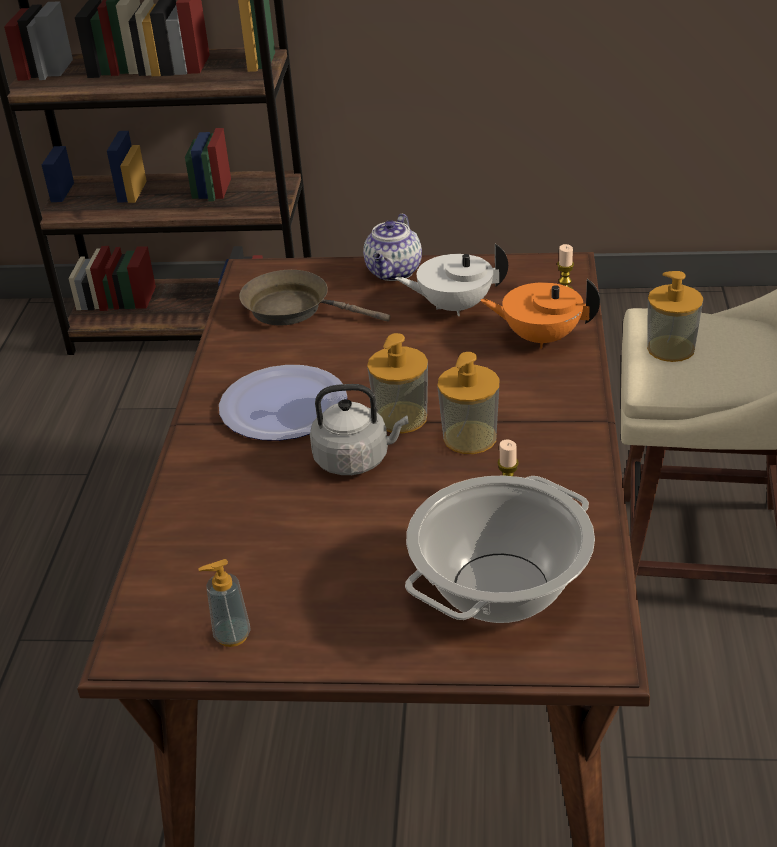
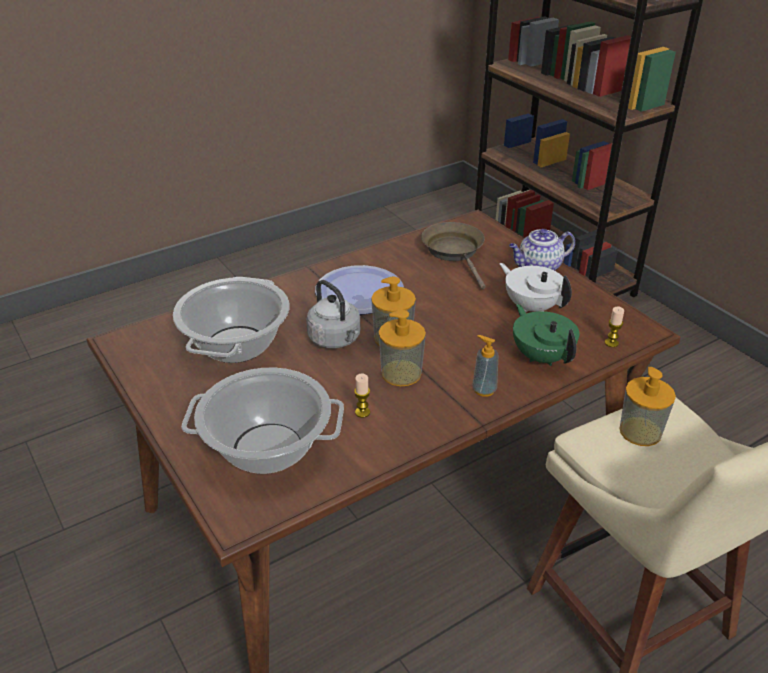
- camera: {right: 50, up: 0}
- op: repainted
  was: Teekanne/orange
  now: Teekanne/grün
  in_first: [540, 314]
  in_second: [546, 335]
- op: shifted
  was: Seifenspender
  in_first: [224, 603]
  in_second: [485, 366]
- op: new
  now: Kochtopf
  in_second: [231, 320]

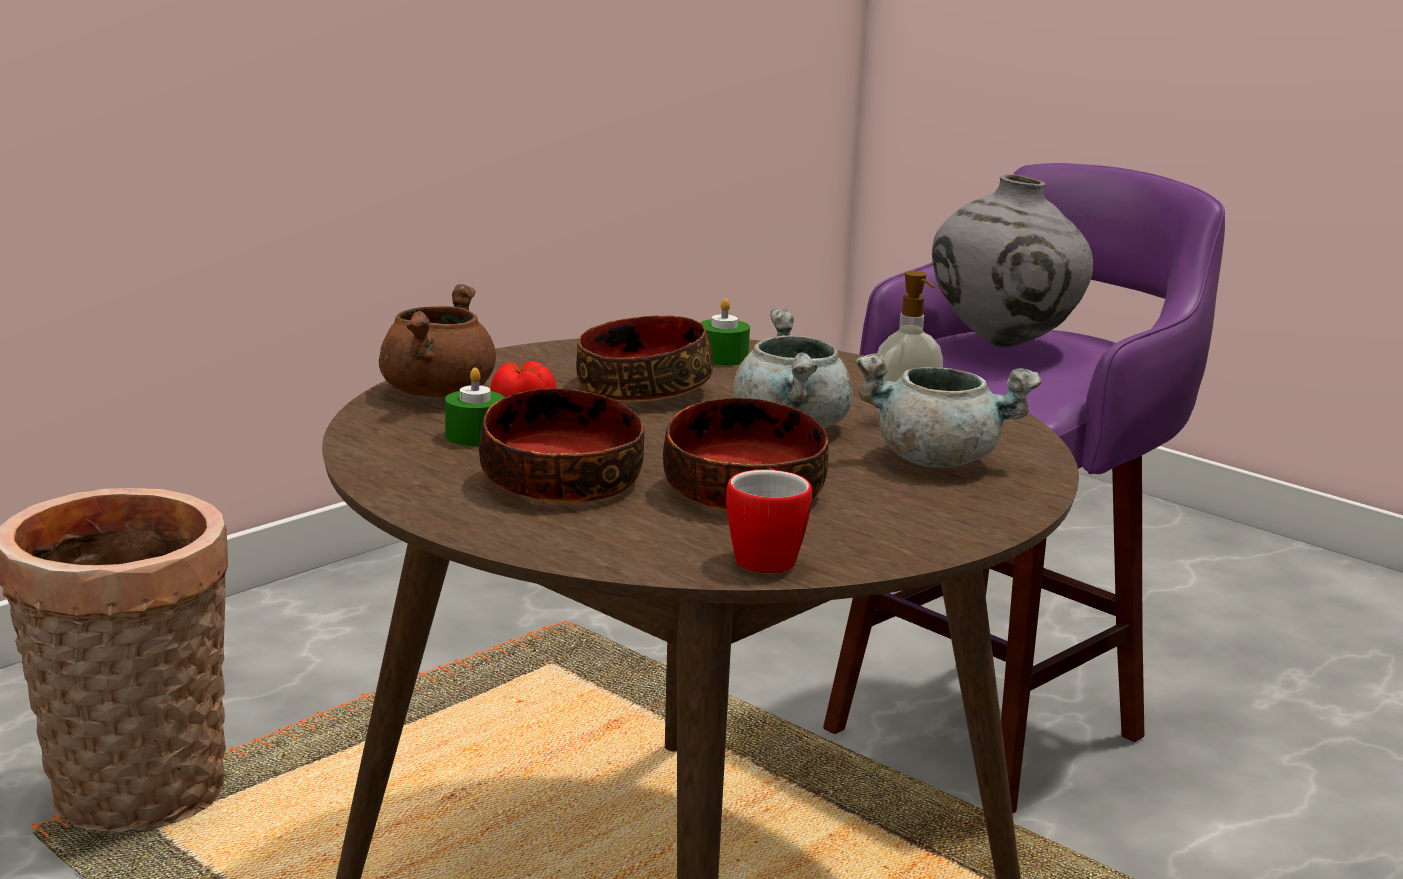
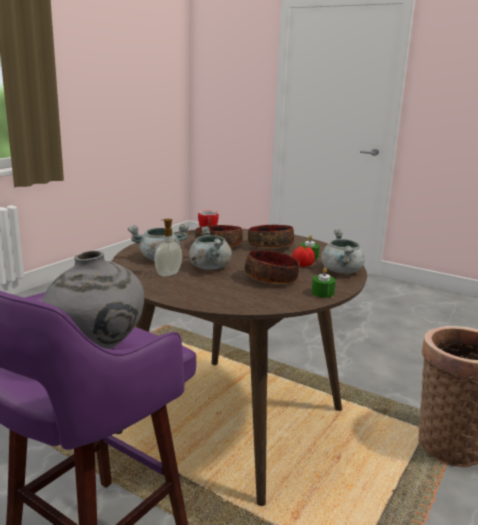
- camera: {right: 170, up: 0}
- op: repainted
  was: Kochtopf/braun
  now: Kochtopf/grau
  in_first: [437, 340]
  in_second: [343, 251]
- op: shifted
  was: Kerze/grün
  in_first: [725, 332]
  in_second: [323, 282]

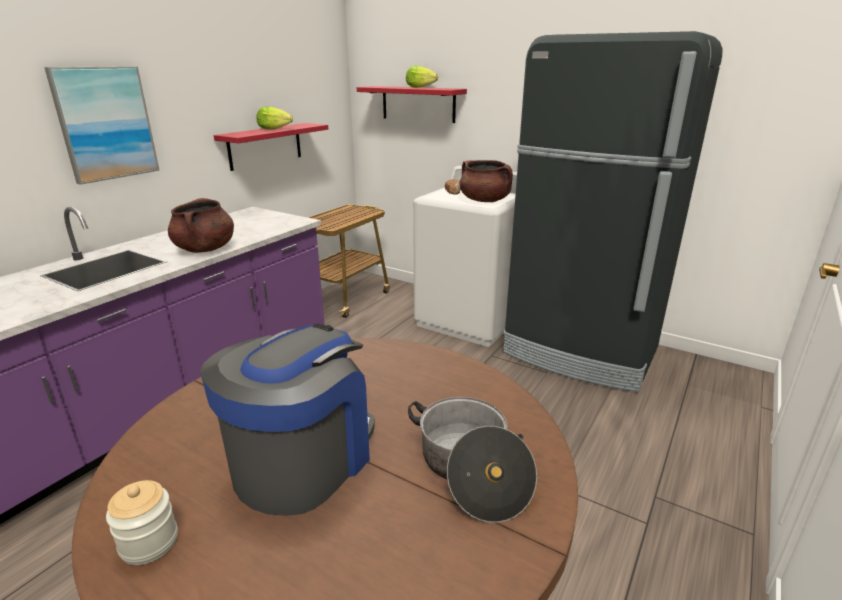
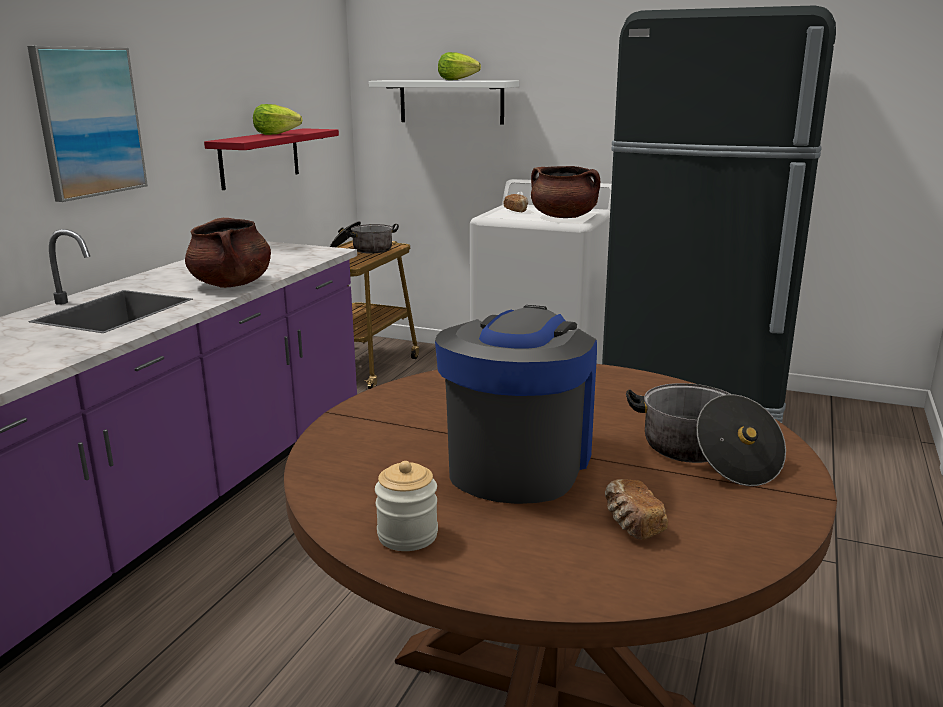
- camera: {right: -10, up: -5}
- op: repainted
  was: Wandregal/rot
  now: Wandregal/weiß
  in_first: [412, 104]
  in_second: [444, 102]
- op: new
  now: Kochtopf
  in_second: [364, 237]
- op: new
  now: Brot
  in_second: [636, 509]

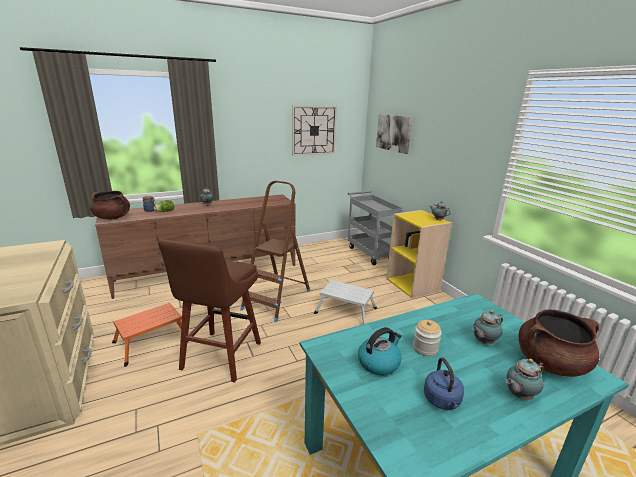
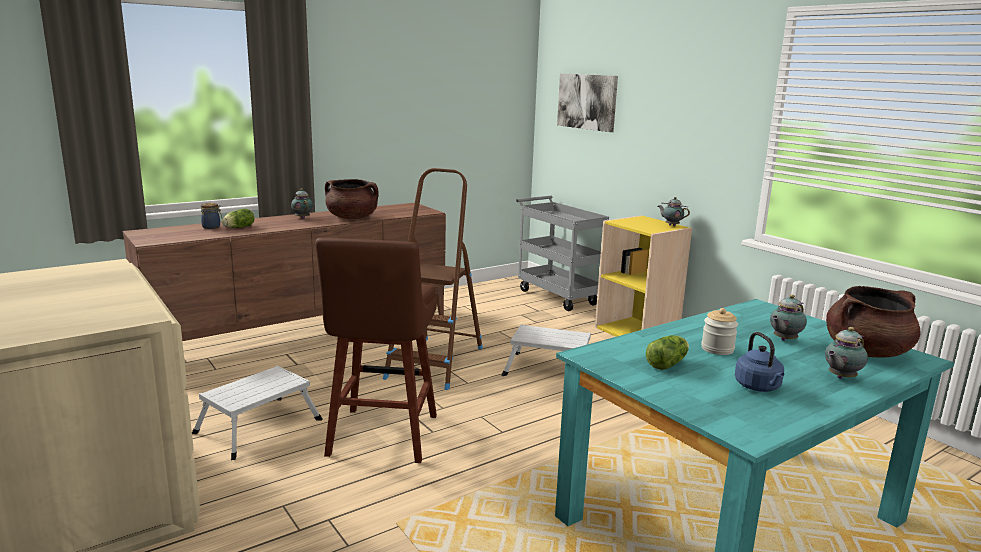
- camera: {right: -10, up: -5}
- op: gone
  was: Wanduhr
  in_first: [314, 130]
- op: shifted
  was: Kochtopf/braun
  in_first: [110, 205]
  in_second: [352, 199]
- op: repainted
  was: Trittleiter/orange
  now: Trittleiter/weiß
  in_first: [150, 334]
  in_second: [257, 413]
- op: swapped
  was: Wasserkessel
  now: Salatkopf
  in_first: [380, 351]
  in_second: [667, 352]

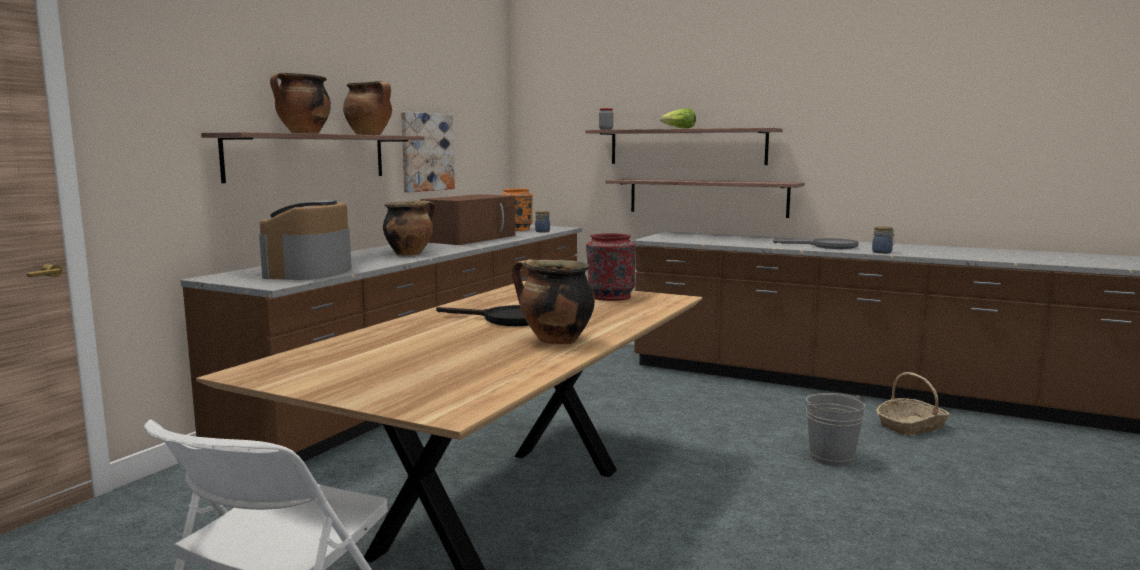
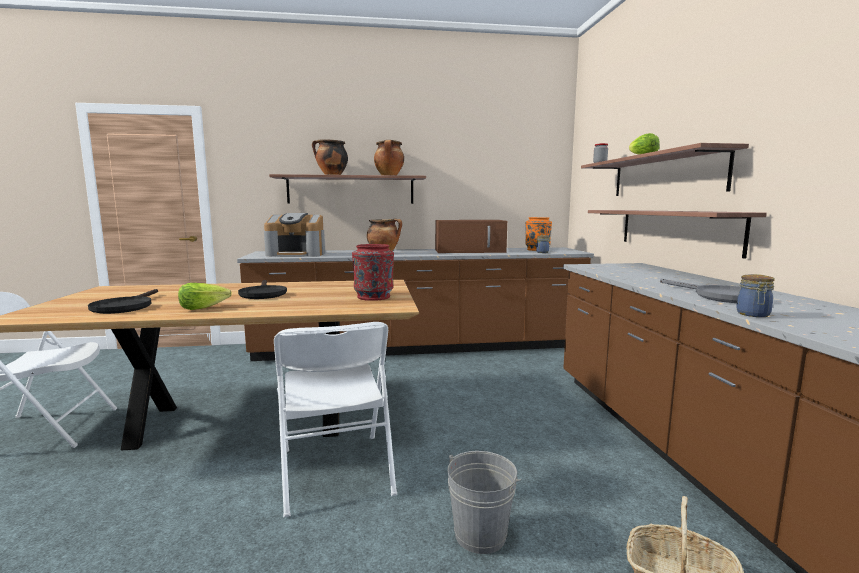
- camera: {right: 55, up: 0}
- op: gone
  was: Bild
  in_first: [428, 152]
- op: rotated
  was: Kaffeemaschine
  in_first: [305, 240]
  in_second: [294, 235]
  clockwise: -150
- op: swapped
  was: Kochtopf
  now: Salatkopf
  in_first: [553, 301]
  in_second: [205, 296]
- op: new
  now: Pfanne/schwarz
  in_second: [123, 301]
- op: new
  now: Stuhl/weiß
  in_second: [335, 419]

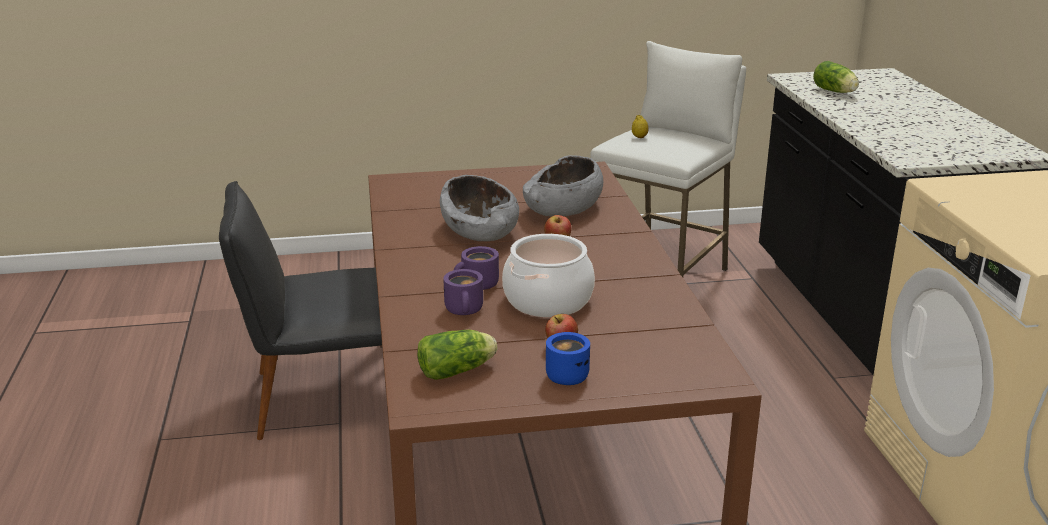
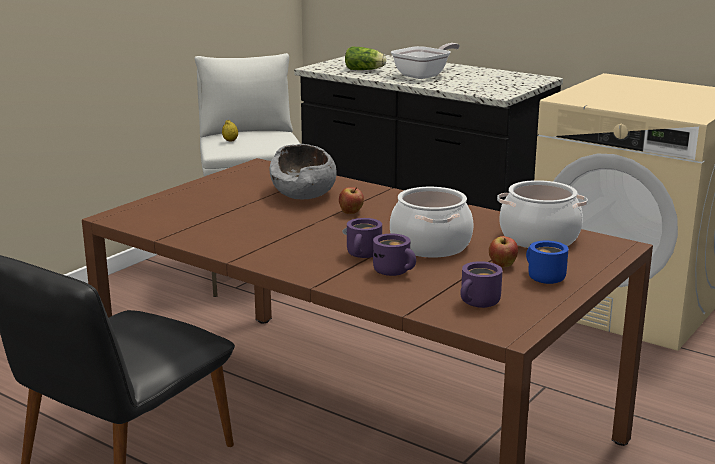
- camera: {right: -45, up: -5}
- op: gone
  was: Schüssel/grau
  in_first: [479, 208]
- op: swapped
  was: Salatkopf
  now: Henkelbecher/lila
  in_first: [457, 355]
  in_second: [481, 284]
- op: new
  now: Pfanne
  in_second: [425, 61]
- op: new
  now: Kochtopf
  in_second: [542, 214]

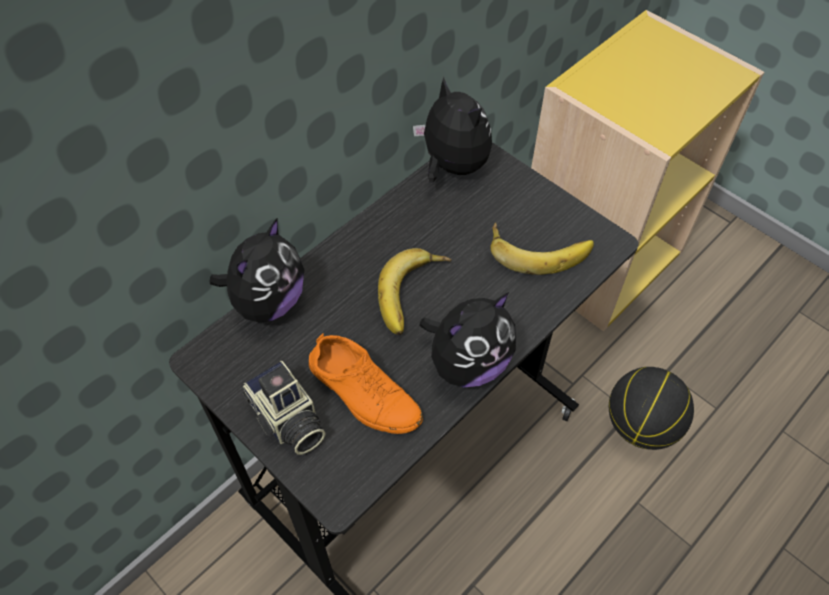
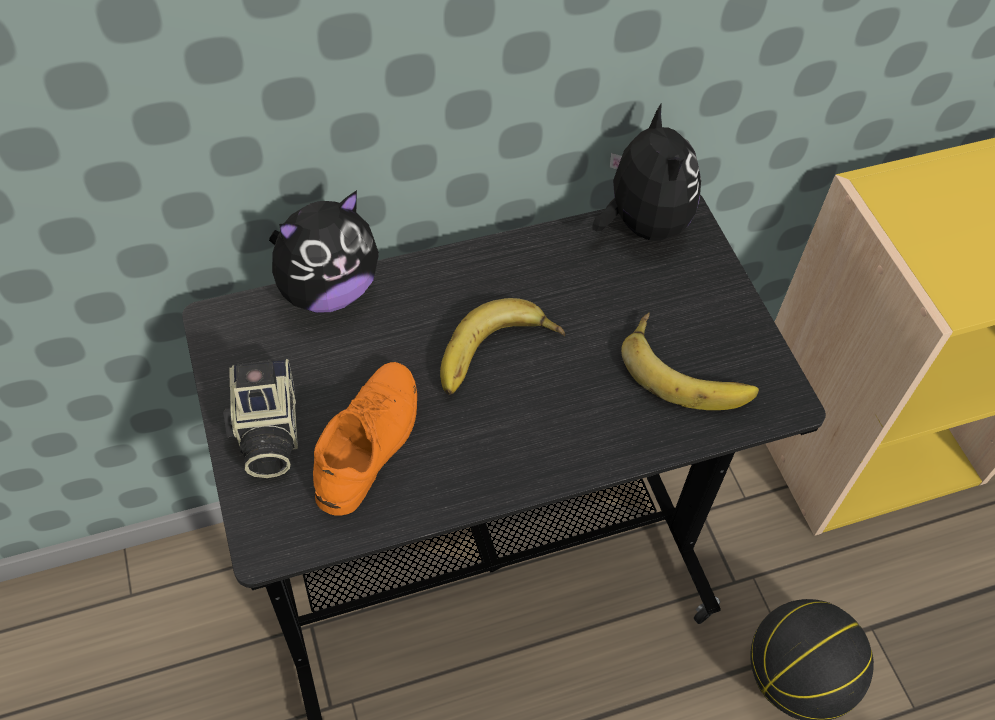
- camera: {right: 25, up: 0}
- op: gone
  was: Plüschtier
  in_first: [467, 339]
- op: rotated
  was: Schuh/orange
  in_first: [366, 383]
  in_second: [365, 439]
  clockwise: -135

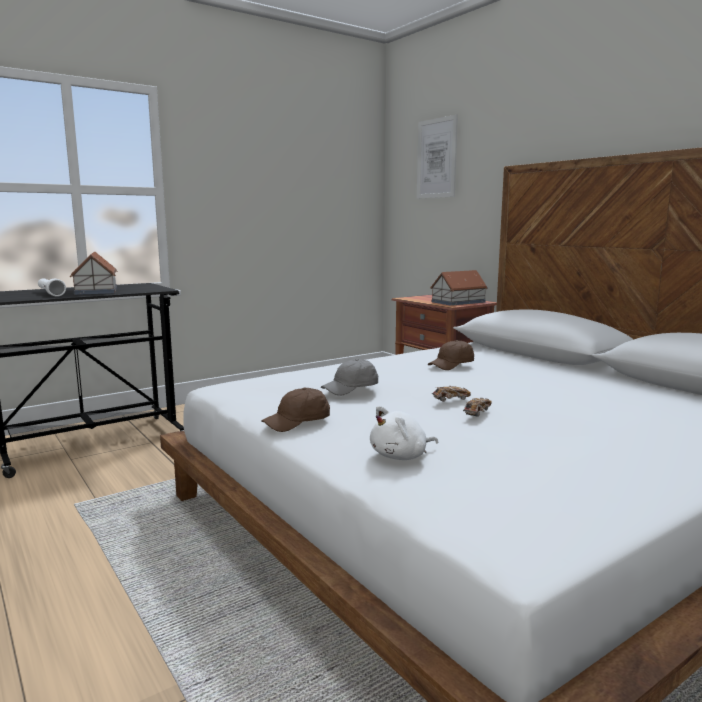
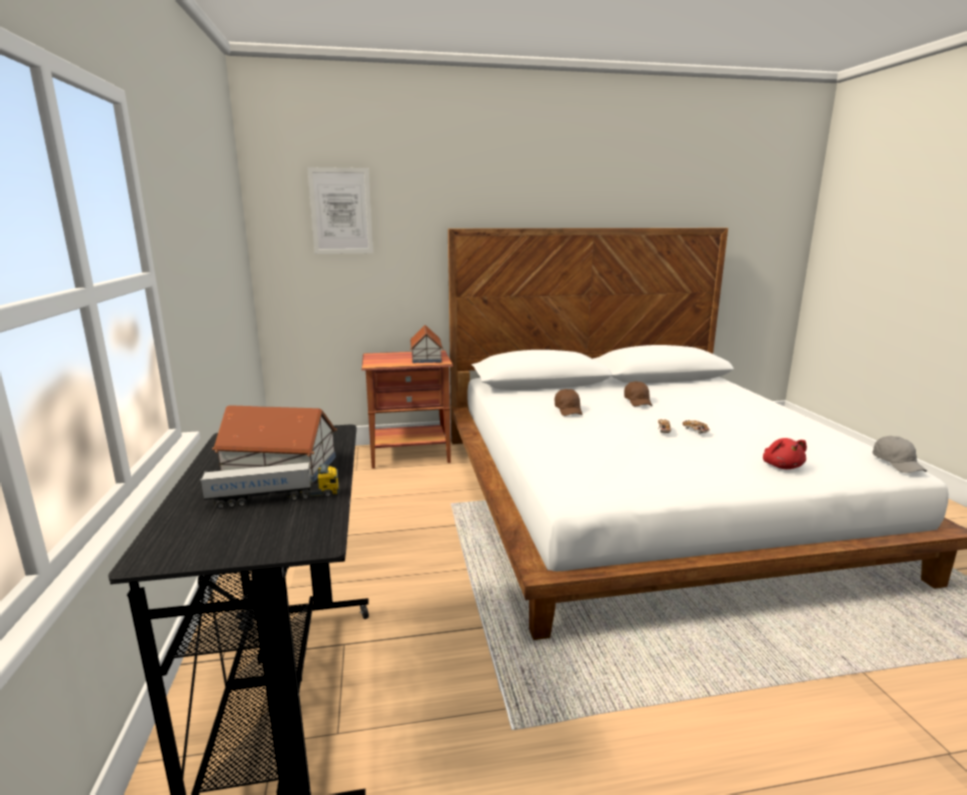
- camera: {right: -65, up: 5}
- op: swapped
  was: Taschenlampe/weiß
  now: Spielzeuglaster
  in_first: [52, 287]
  in_second: [270, 485]
- op: shifted
  was: Kappe/grau
  in_first: [349, 377]
  in_second: [899, 454]
- op: shifted
  was: Kappe/braun
  in_first: [295, 410]
  in_second: [638, 394]
- op: repainted
  was: Plüschtier/weiß
  now: Plüschtier/rot
  in_first: [404, 433]
  in_second: [785, 453]

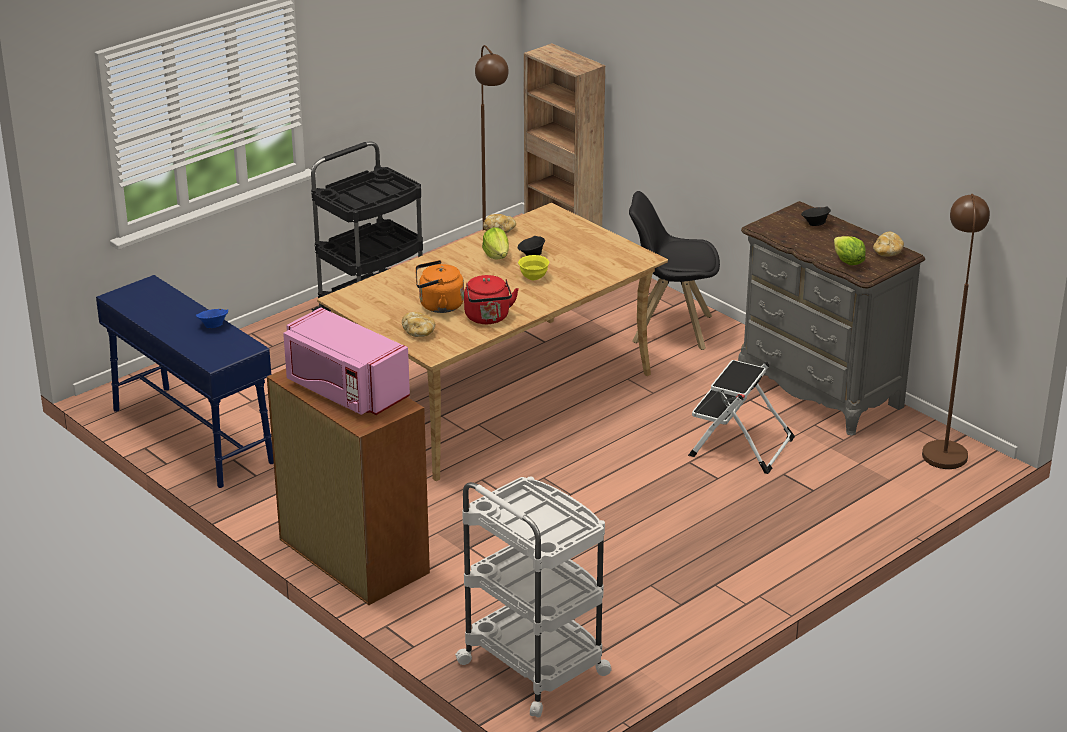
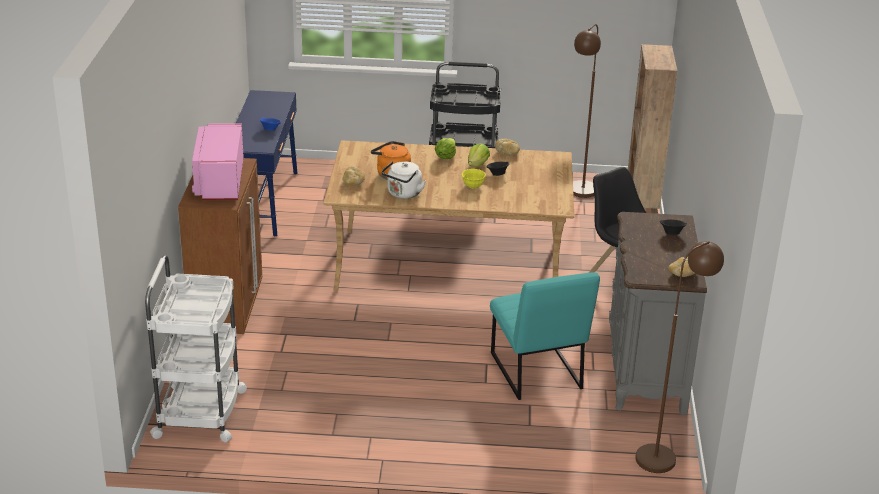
- camera: {right: 45, up: 0}
- op: shifted
  was: Salatkopf
  in_first: [850, 250]
  in_second: [445, 148]
- op: repainted
  was: Wasserkessel/rot
  now: Wasserkessel/weiß
  in_first: [491, 299]
  in_second: [403, 180]
- op: swapped
  was: Trittleiter
  now: Stuhl/türkis
  in_first: [741, 417]
  in_second: [545, 336]

